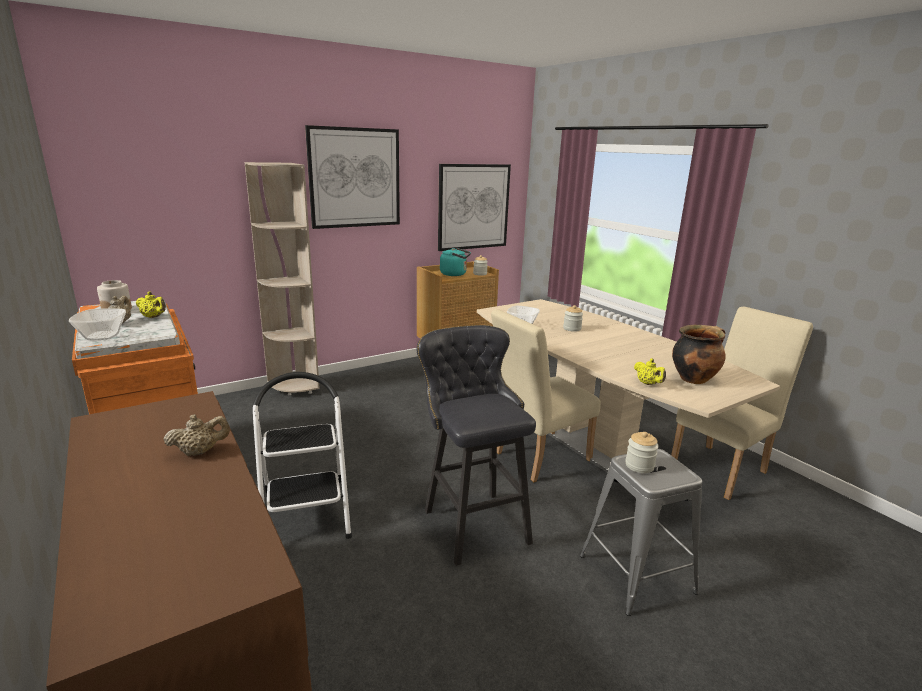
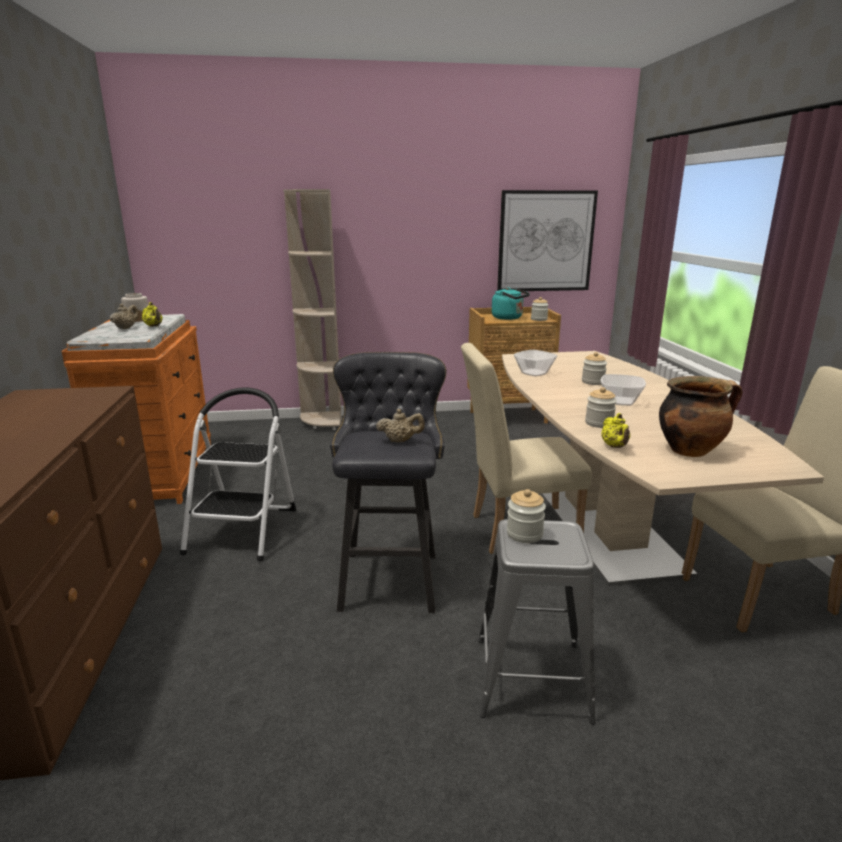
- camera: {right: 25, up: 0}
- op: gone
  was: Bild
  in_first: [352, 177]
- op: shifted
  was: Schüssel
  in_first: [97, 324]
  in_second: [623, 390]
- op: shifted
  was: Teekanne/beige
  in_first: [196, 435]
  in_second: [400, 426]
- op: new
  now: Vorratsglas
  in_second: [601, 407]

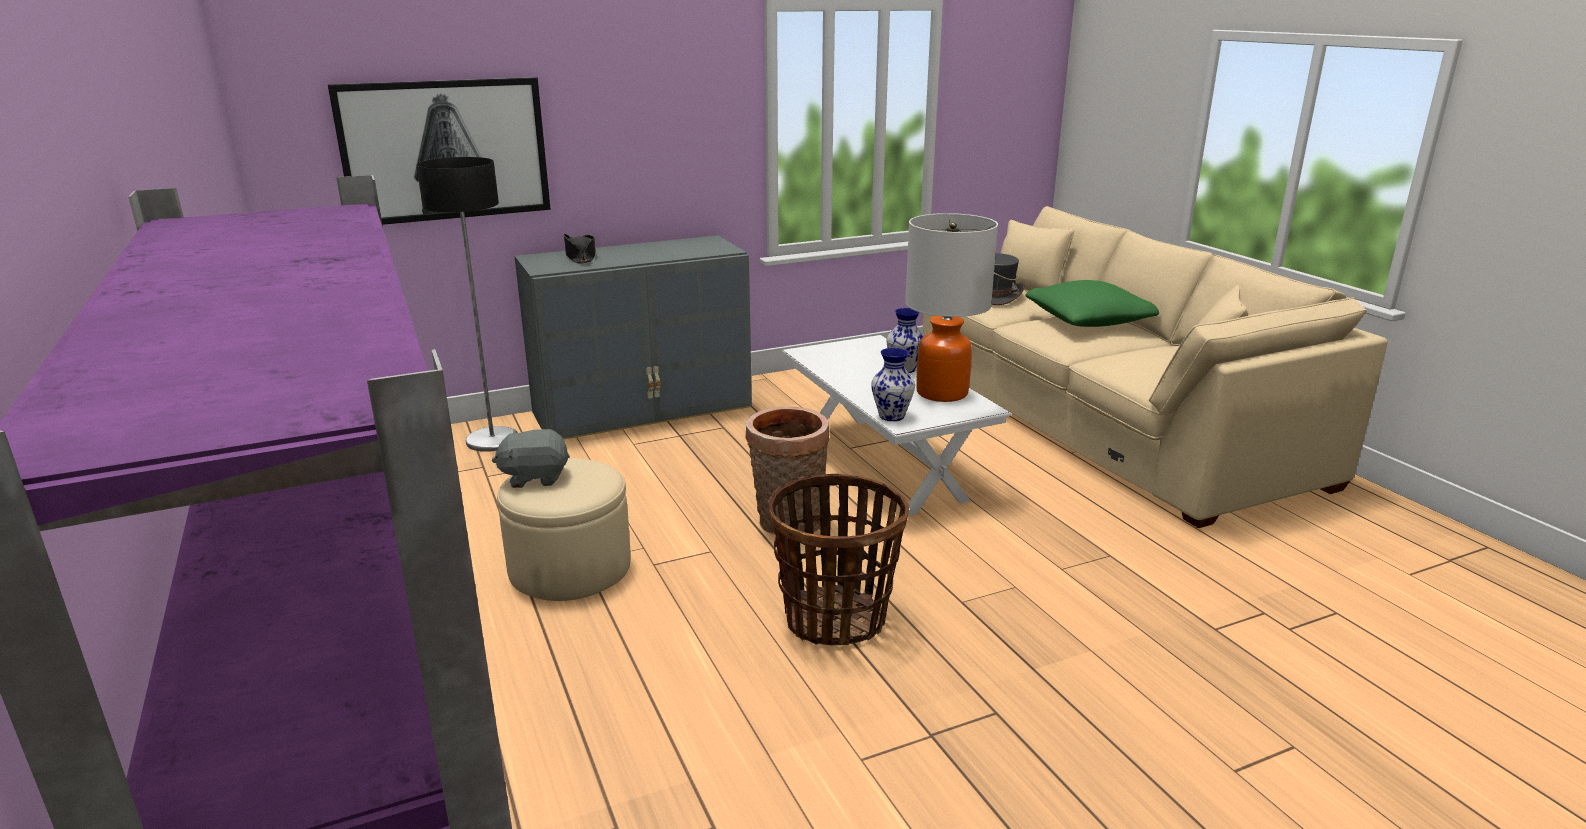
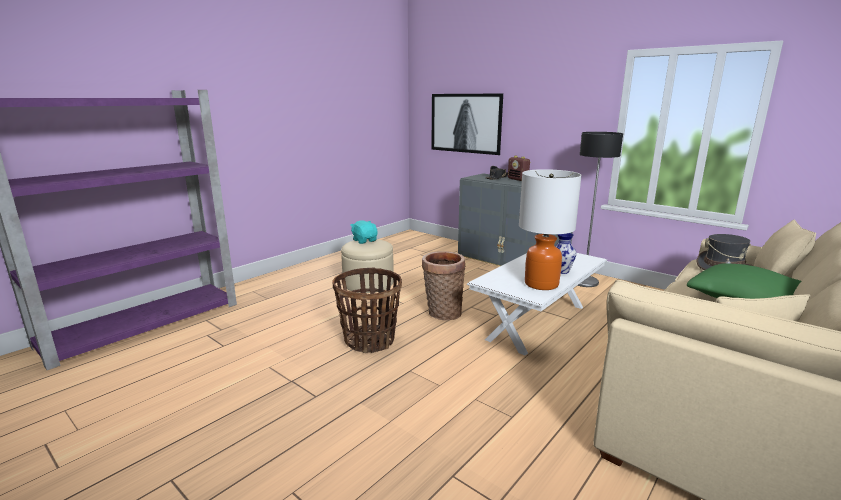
- camera: {right: 65, up: -5}
- op: shifted
  was: Stehlampe
  in_first: [467, 304]
  in_second: [600, 209]
- op: gone
  was: Vase
  in_first: [893, 384]
- op: repainted
  was: Plüschtier/grau
  now: Plüschtier/türkis
  in_first: [531, 458]
  in_second: [364, 232]
- op: new
  now: Radio
  in_second: [519, 168]

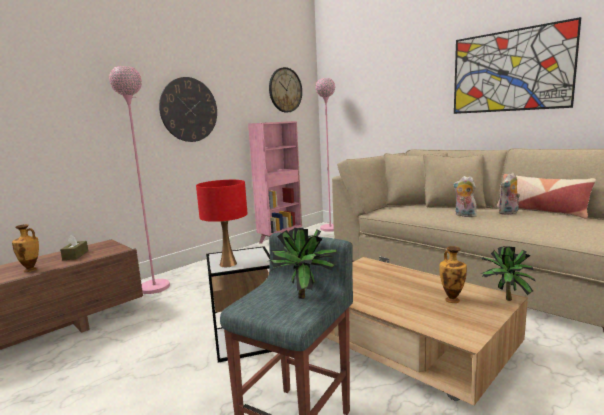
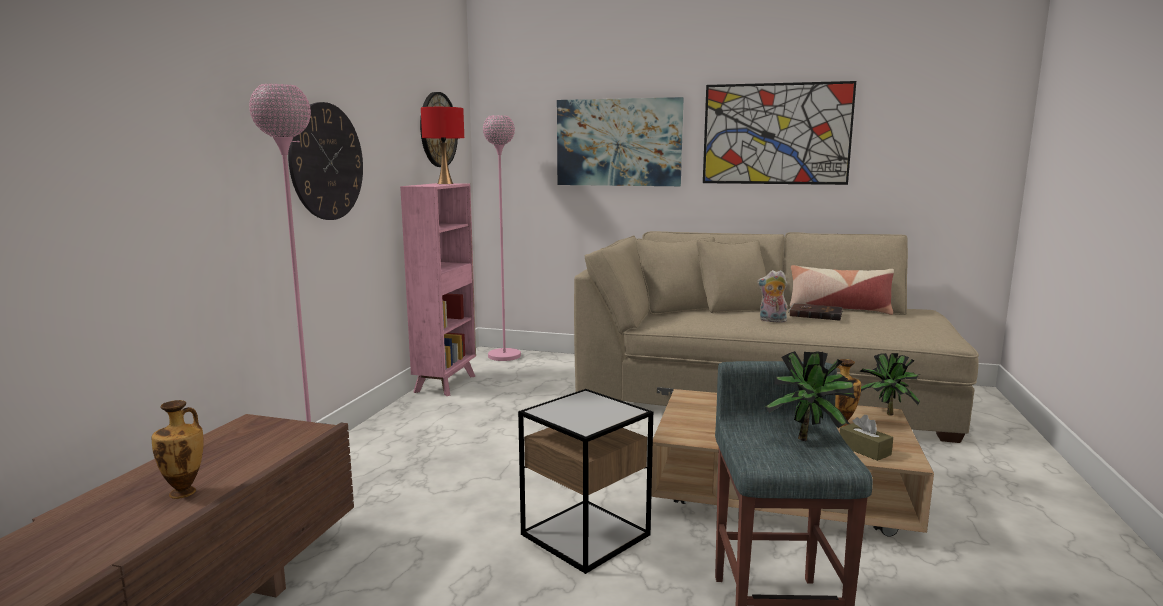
- camera: {right: -30, up: 0}
- op: swapped
  was: Plüschtier
  now: Buch/braun
  in_first: [509, 194]
  in_second: [816, 312]
- op: shifted
  was: Tischlampe/rot
  in_first: [222, 223]
  in_second: [442, 145]
- op: shifted
  was: Taschentuchbox/braun
  in_first: [74, 247]
  in_second: [866, 438]
- op: new
  now: Bild
  in_second: [620, 141]

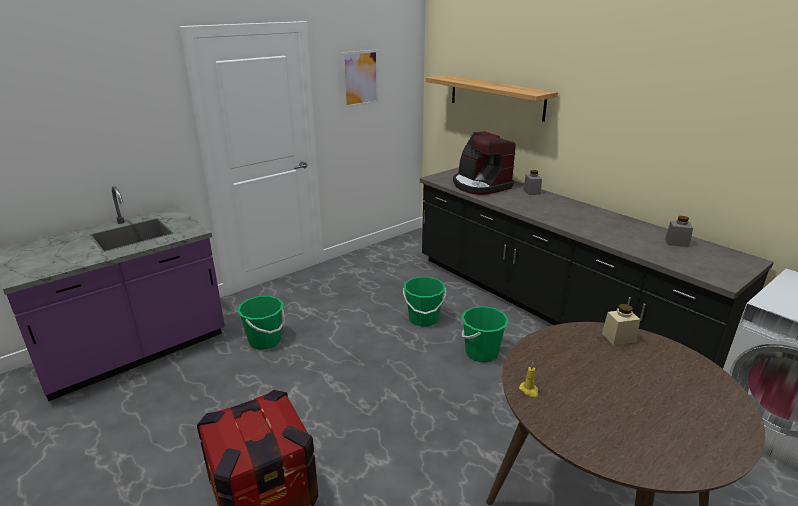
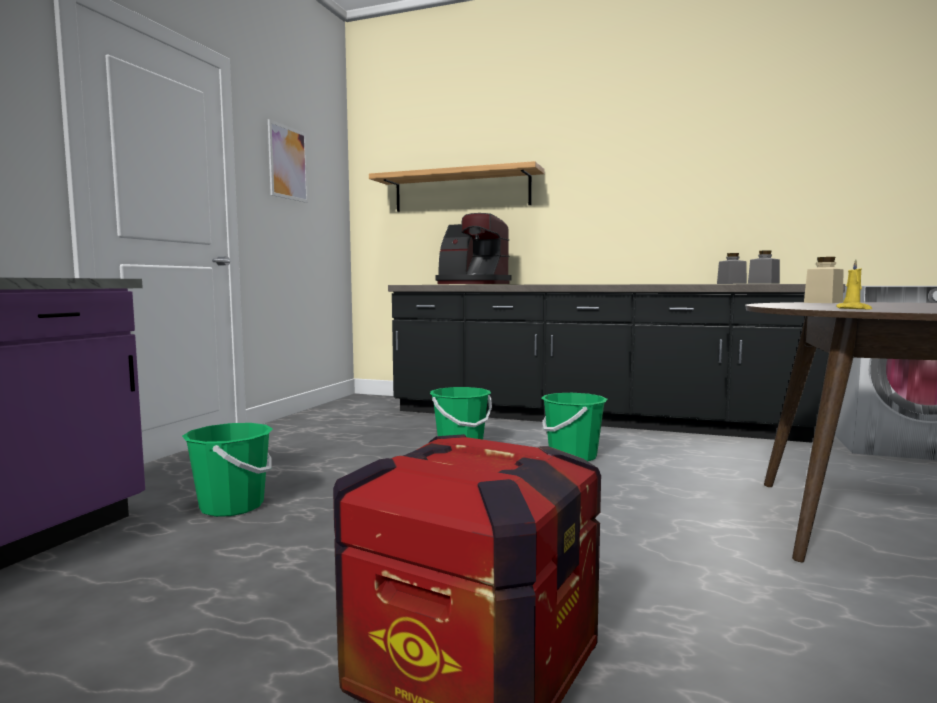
- camera: {right: -30, up: -20}
- op: shifted
  was: Vorratsglas/grau
  in_first: [532, 182]
  in_second: [764, 267]

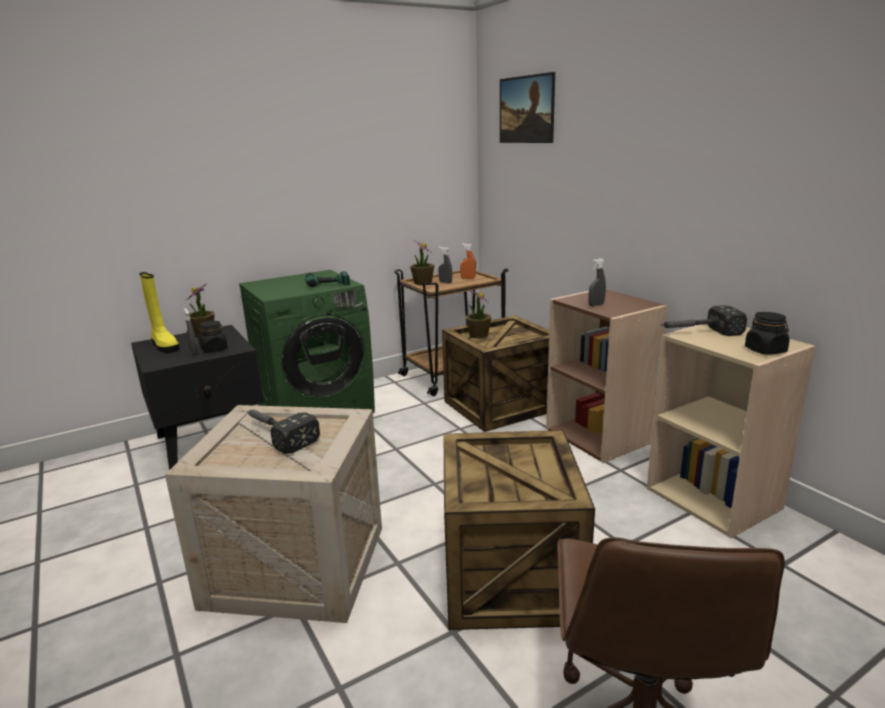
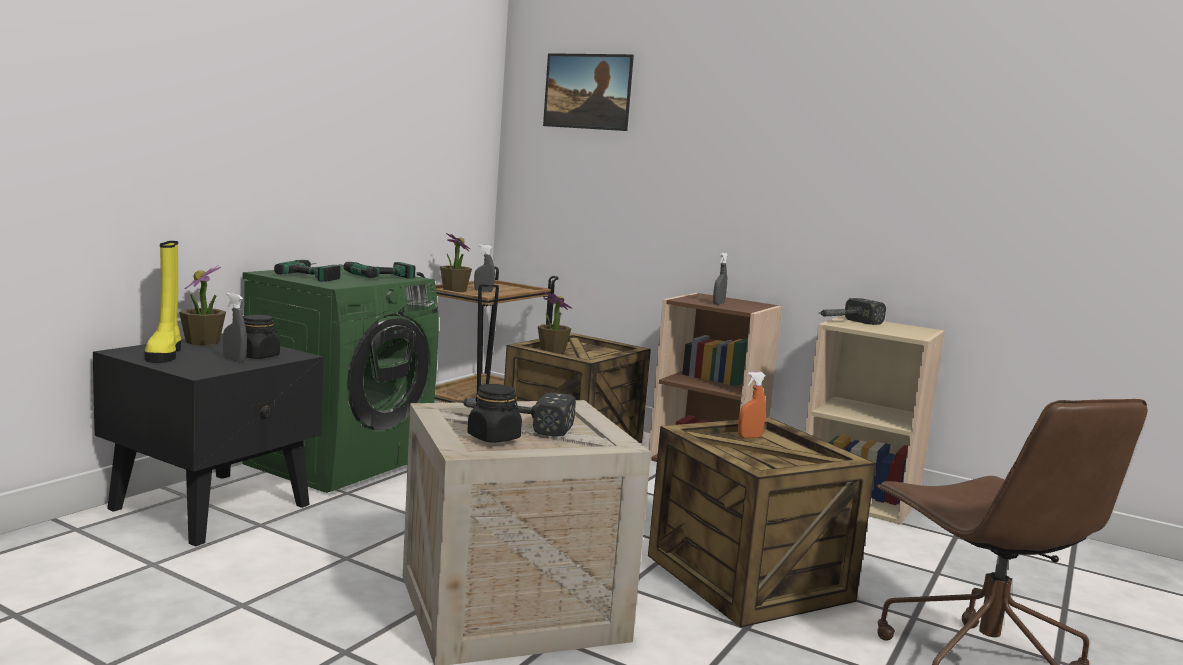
- camera: {right: -30, up: -10}
- op: shifted
  was: Sprühflasche/orange
  in_first: [468, 261]
  in_second: [752, 405]
- op: rotated
  was: Stiefel/gelb
  in_first: [159, 312]
  in_second: [162, 302]
  clockwise: 60
- op: shifted
  was: Vorratsglas/schwarz
  in_first: [767, 333]
  in_second: [494, 413]
- op: new
  now: Bohrmaschine
  in_second: [307, 271]

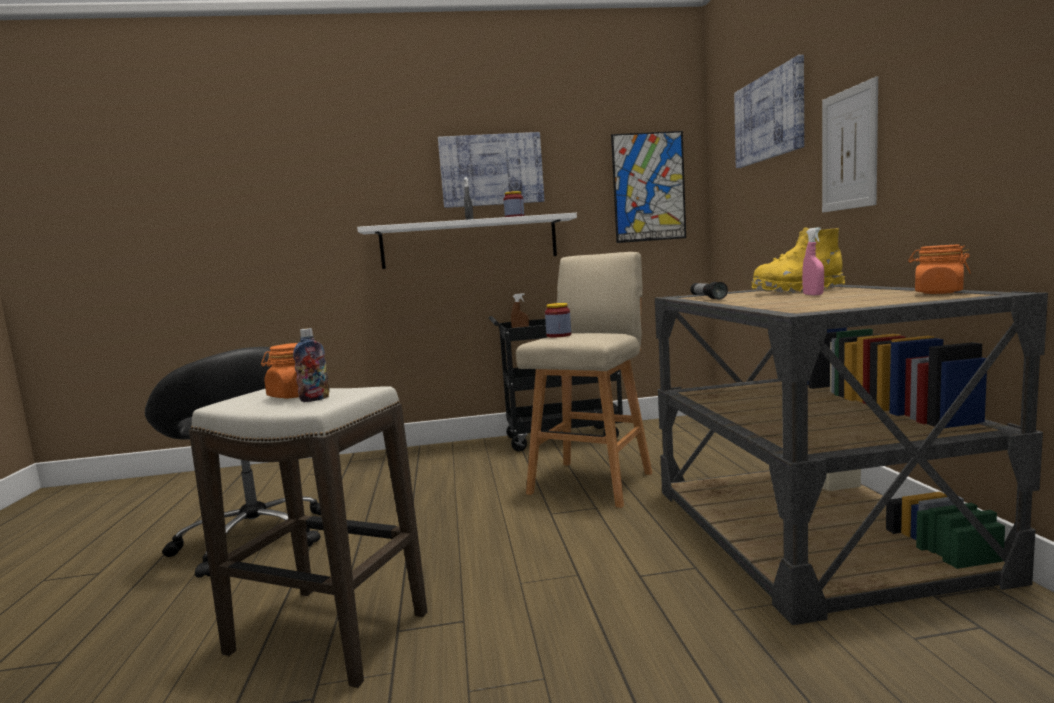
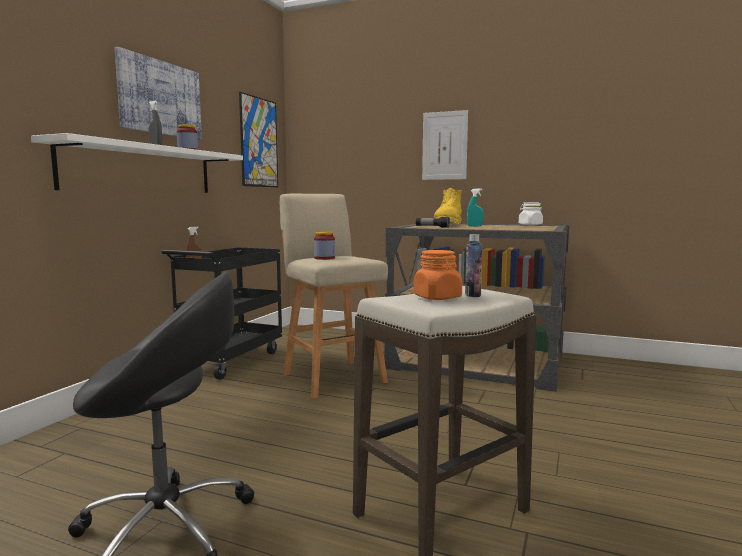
- camera: {right: -60, up: 0}
- op: gone
  was: Bild
  in_first: [769, 111]
- op: repainted
  was: Sprühflasche/rosa
  now: Sprühflasche/türkis
  in_first: [813, 261]
  in_second: [475, 207]
- op: repainted
  was: Vorratsglas/orange
  now: Vorratsglas/weiß
  in_first: [939, 269]
  in_second: [531, 214]

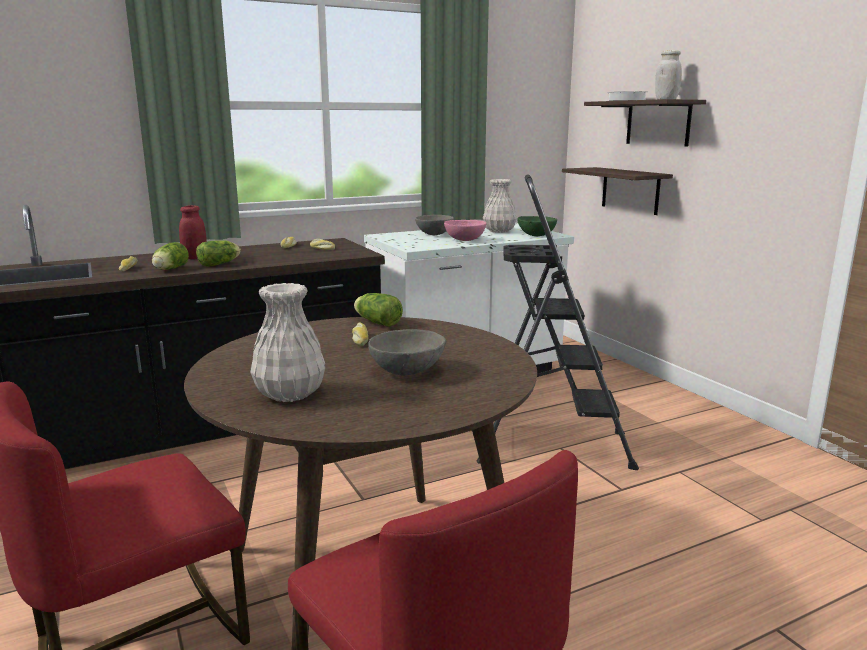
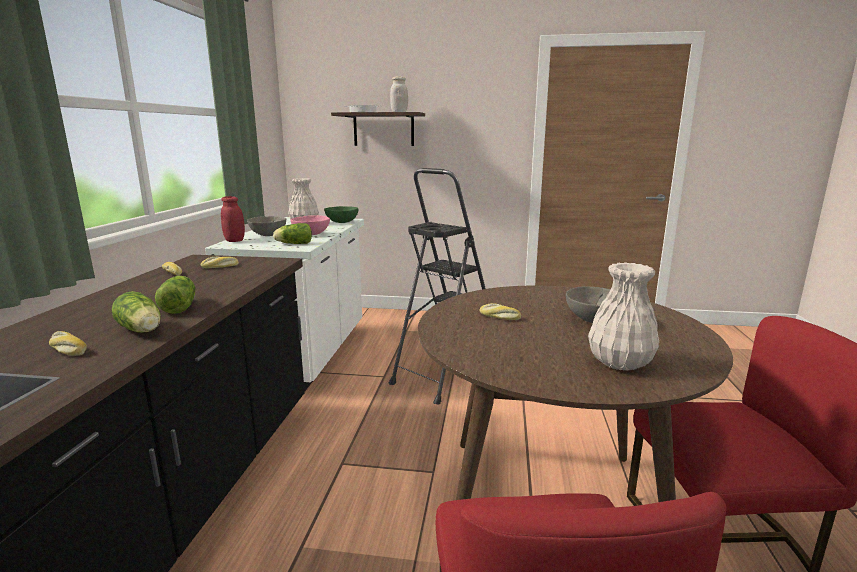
- camera: {right: -55, up: 0}
- op: gone
  was: Wandregal
  in_first: [617, 191]
- op: shifted
  was: Vorratsglas/rot
  in_first: [193, 232]
  in_second: [233, 219]
- op: shifted
  was: Salatkopf
  in_first: [378, 310]
  in_second: [292, 233]

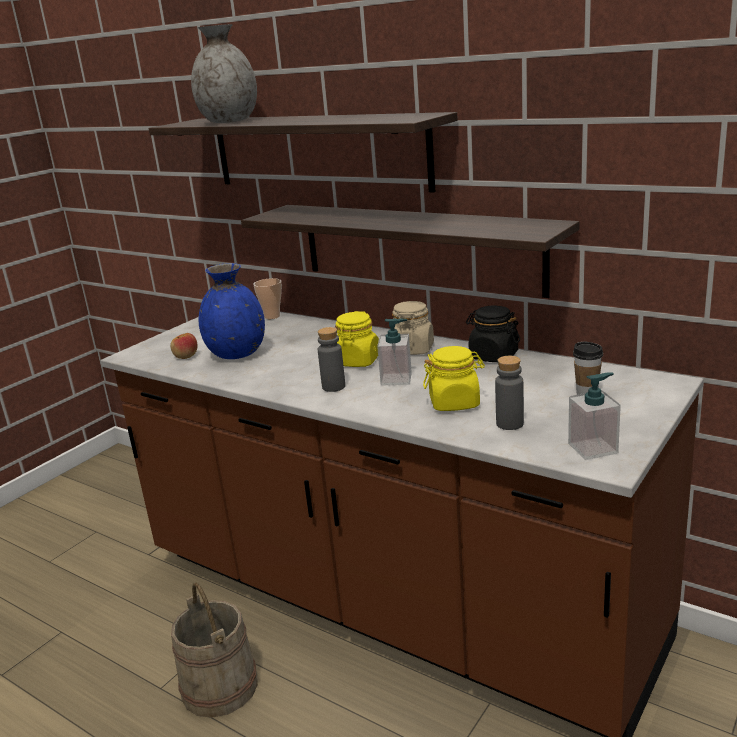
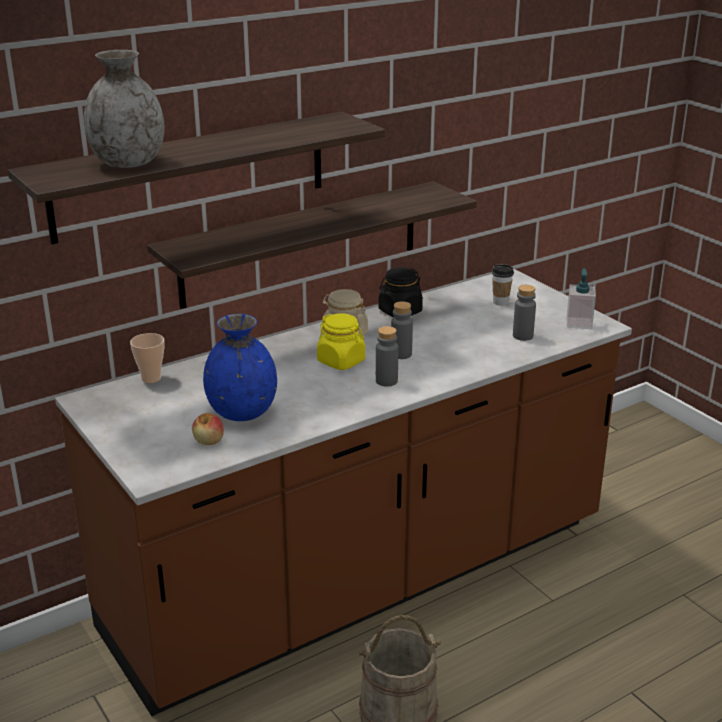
- camera: {right: -70, up: 5}
- op: swapped
  was: Seifenspender
  now: Flasche/grau
  in_first: [394, 352]
  in_second: [402, 330]
- op: gone
  was: Vorratsglas/gelb
  in_first: [454, 378]

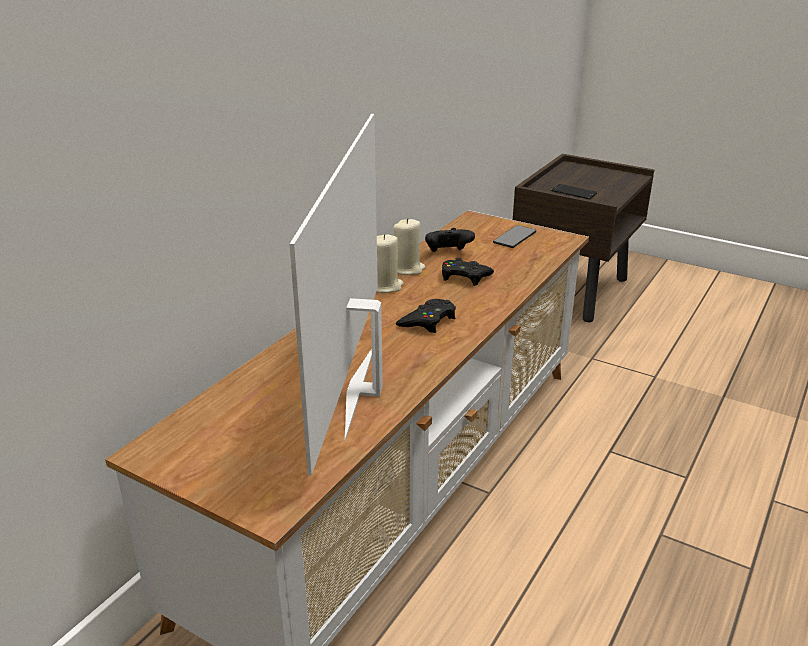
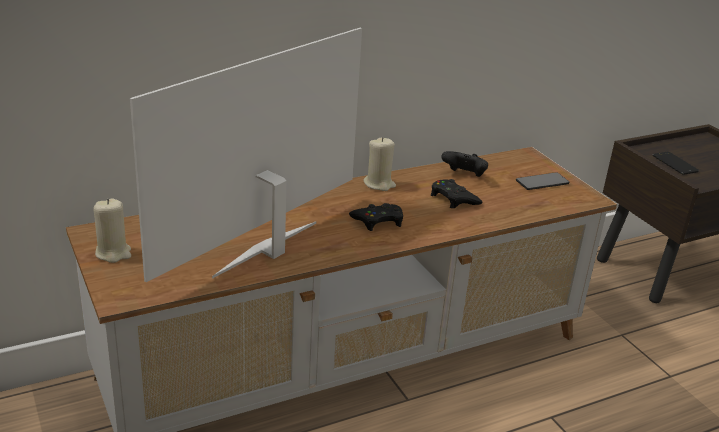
- camera: {right: 30, up: 0}
- op: shifted
  was: Kerze/beige
  in_first: [409, 246]
  in_second: [112, 230]

